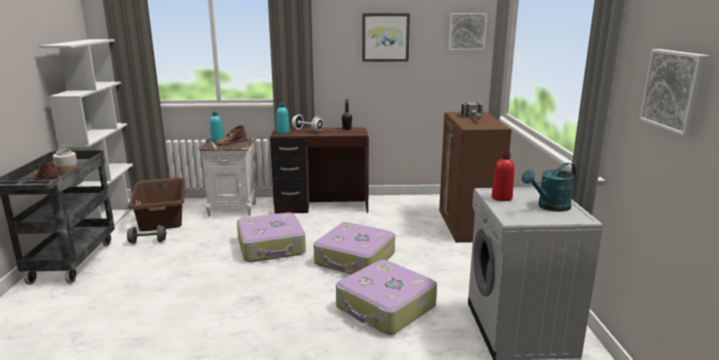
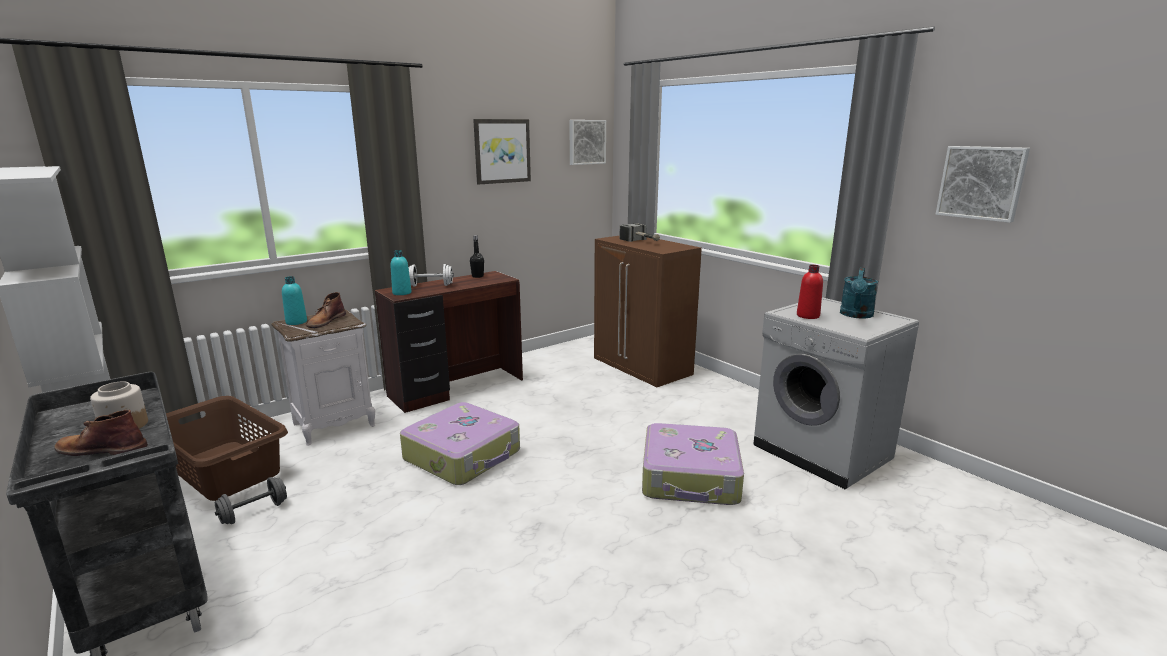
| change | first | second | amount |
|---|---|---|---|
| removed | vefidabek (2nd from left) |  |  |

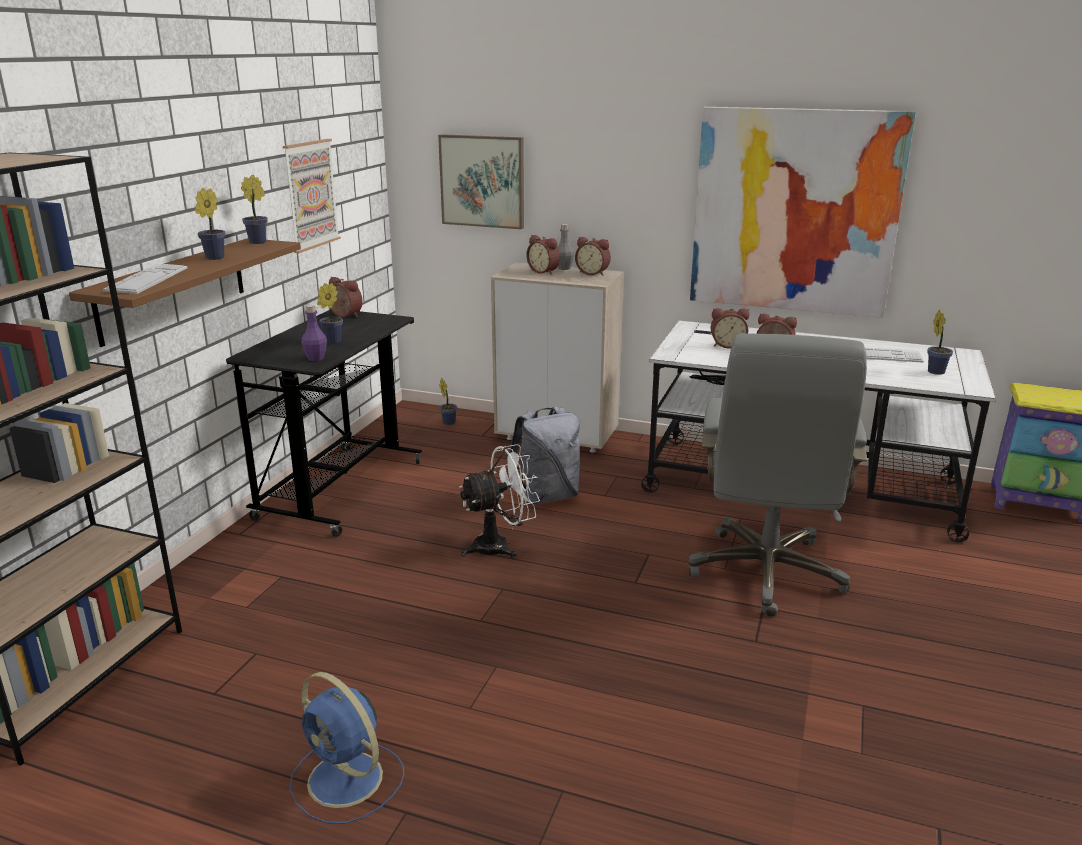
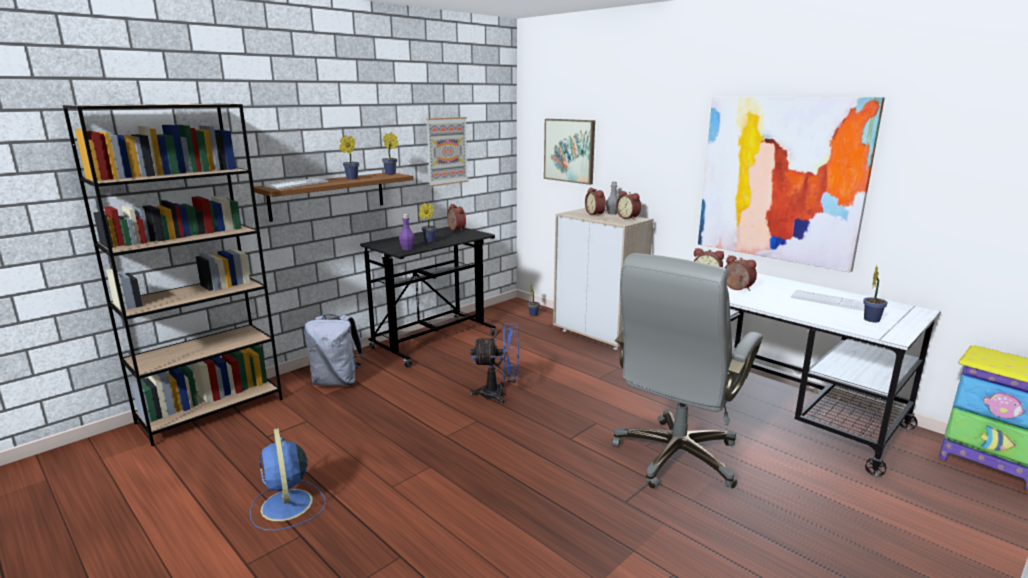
| change | first | second | amount |
|---|---|---|---|
| moved | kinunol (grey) |  |  |
| recoloured | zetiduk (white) | zetiduk (blue) (2nd from left) |  |

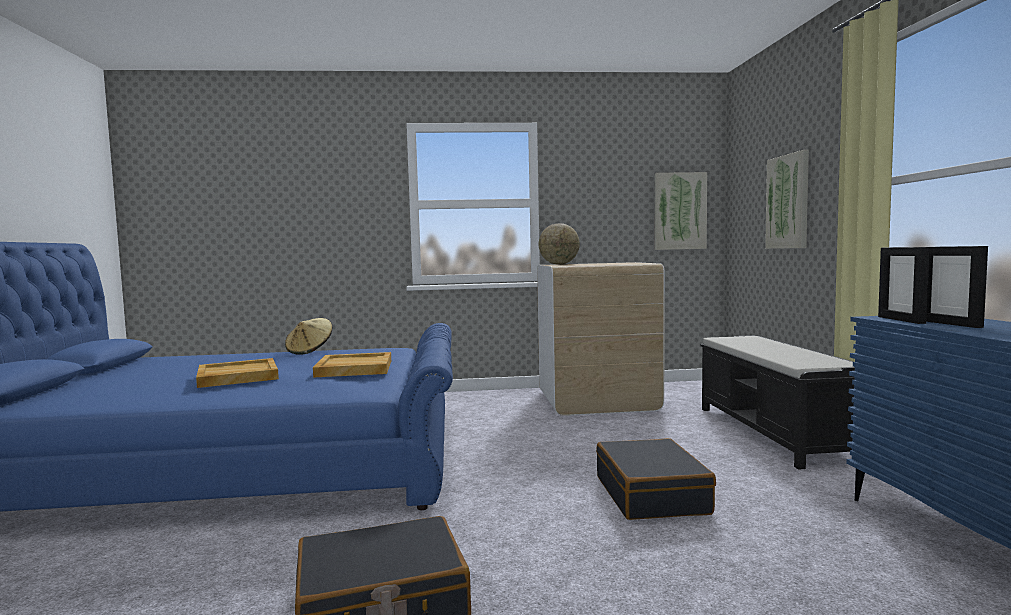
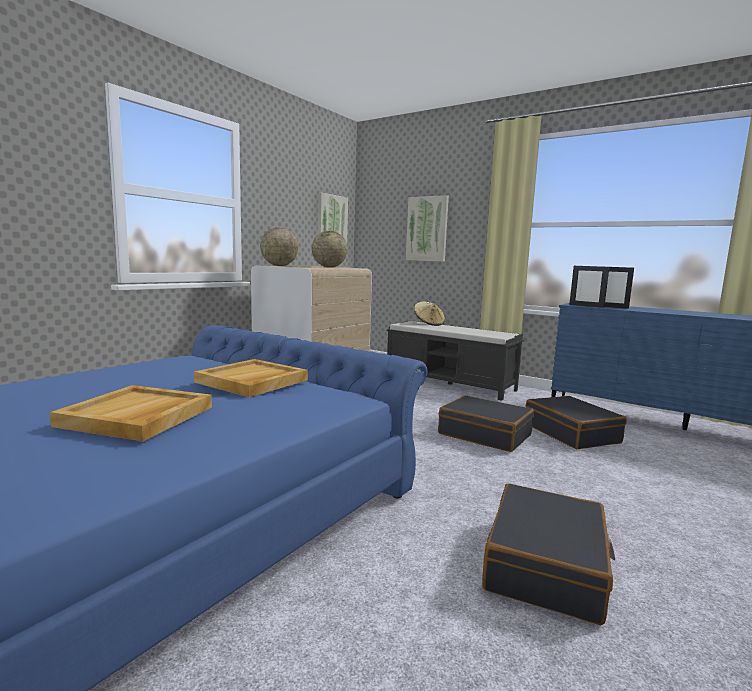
| change | first | second | amount |
|---|---|---|---|
| moved | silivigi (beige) |  |  |
| added |  | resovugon (2nd from left) |  |
| added |  | vefidabek (black) (3rd from left) |  |

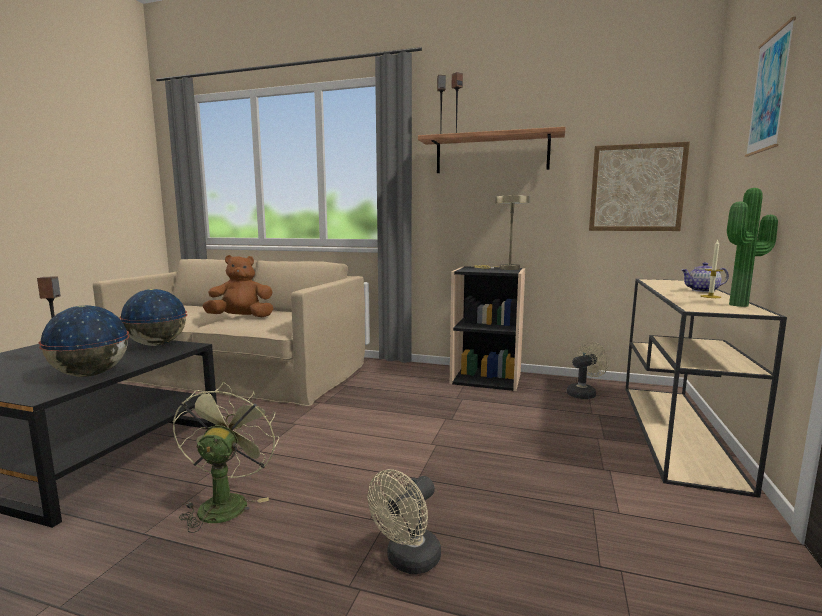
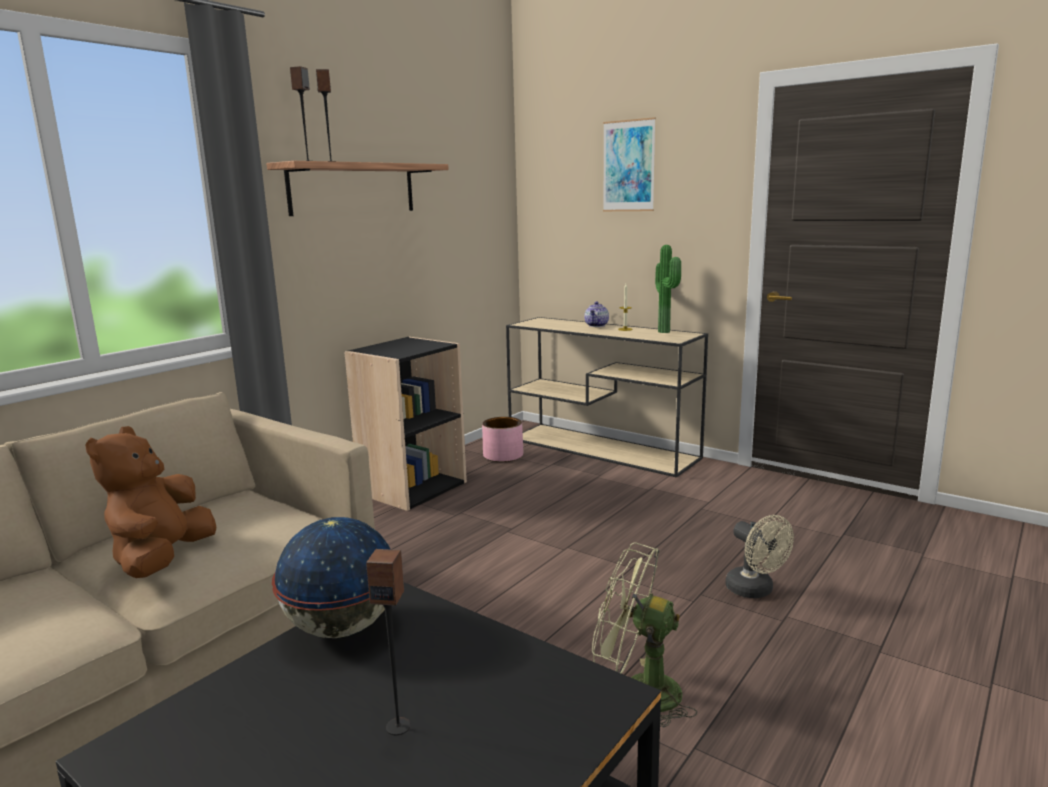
| change | first | second | amount |
|---|---|---|---|
| removed | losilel (1st from left) |  |  |
| removed | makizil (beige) |  |  |
| removed | resovugon (1st from left) |  |  |
| replaced | zetiduk (beige) (2nd from left) | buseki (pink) |  |

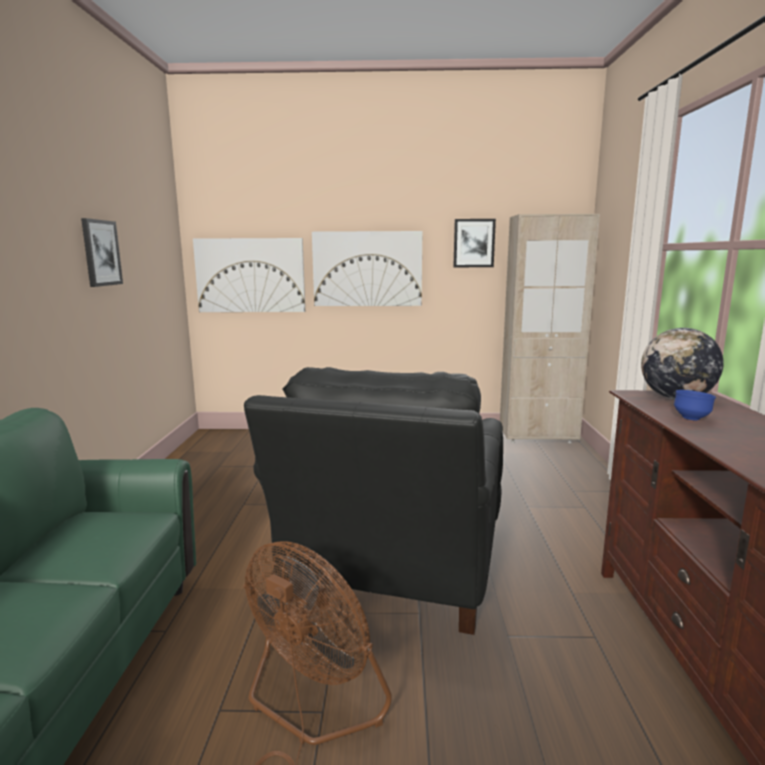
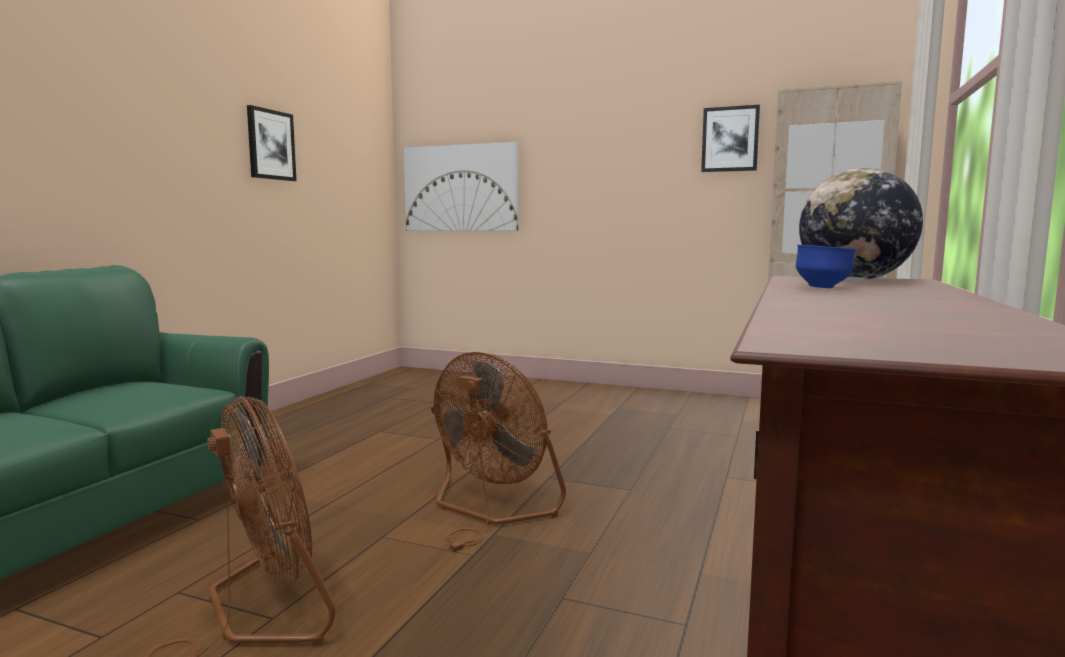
| change | first | second | amount |
|---|---|---|---|
| removed | losilel (3rd from left) |  |  |
| replaced | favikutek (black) | zetiduk (brown) (2nd from left) |  |

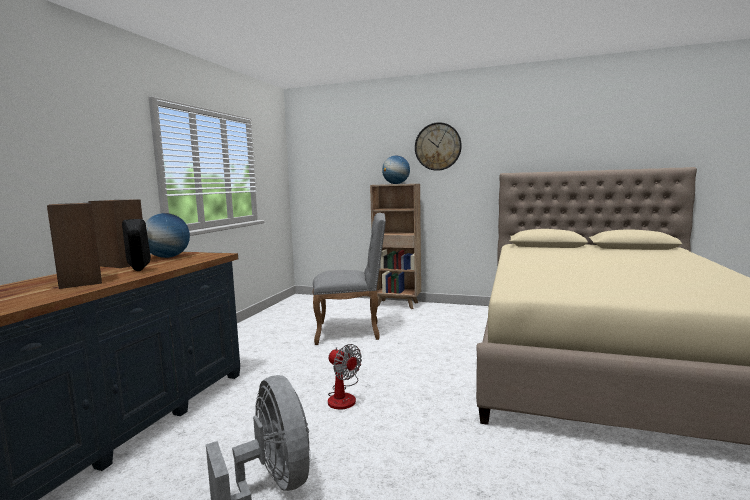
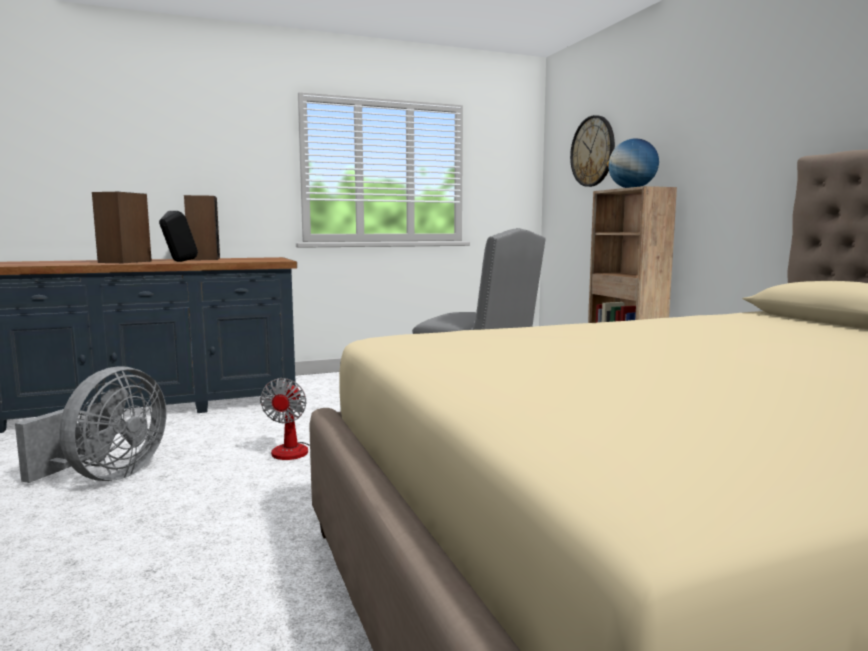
| change | first | second | amount |
|---|---|---|---|
| moved | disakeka |  |  |
| removed | resovugon (1st from left) |  |  |

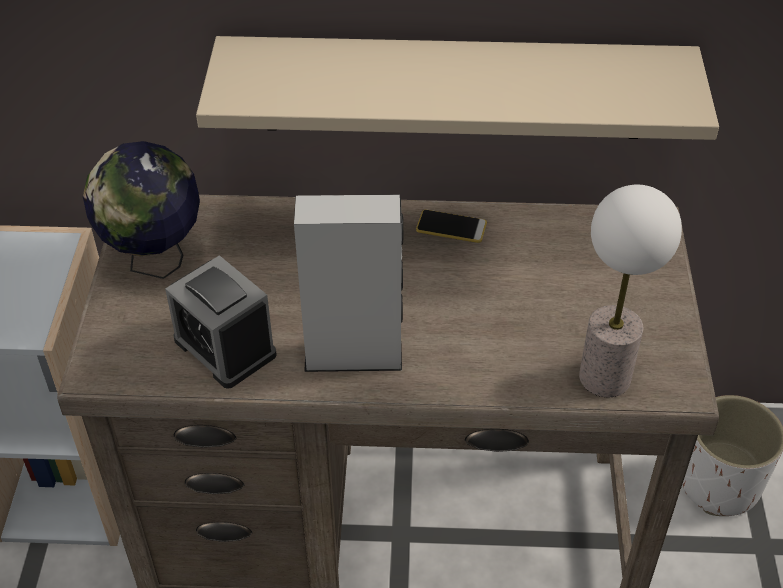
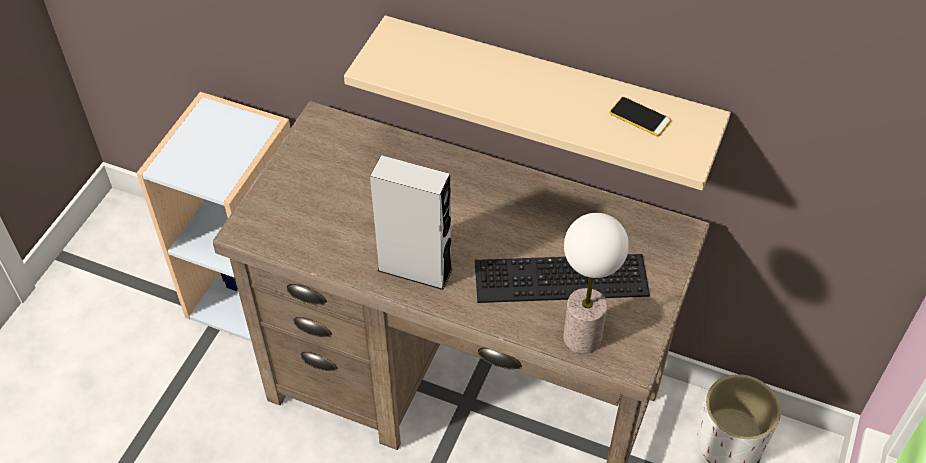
| change | first | second | amount |
|---|---|---|---|
| removed | resovugon |  |  |
| moved | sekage |  |  |
| removed | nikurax |  |  |
| added |  | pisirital |  |

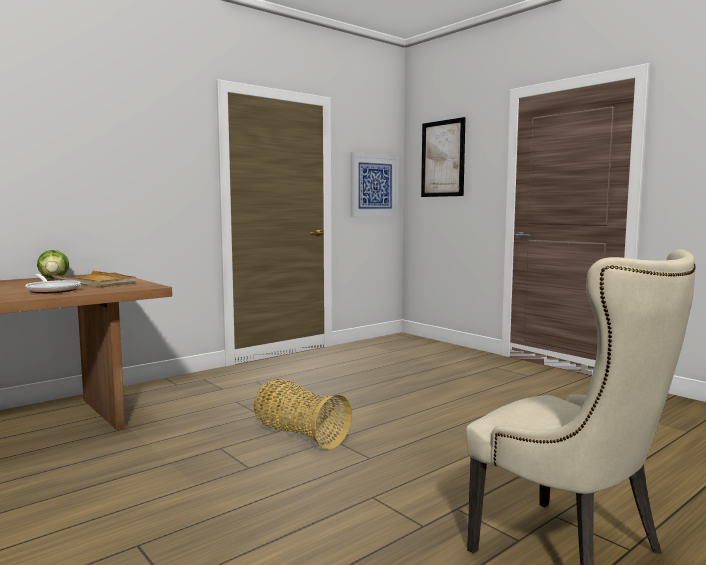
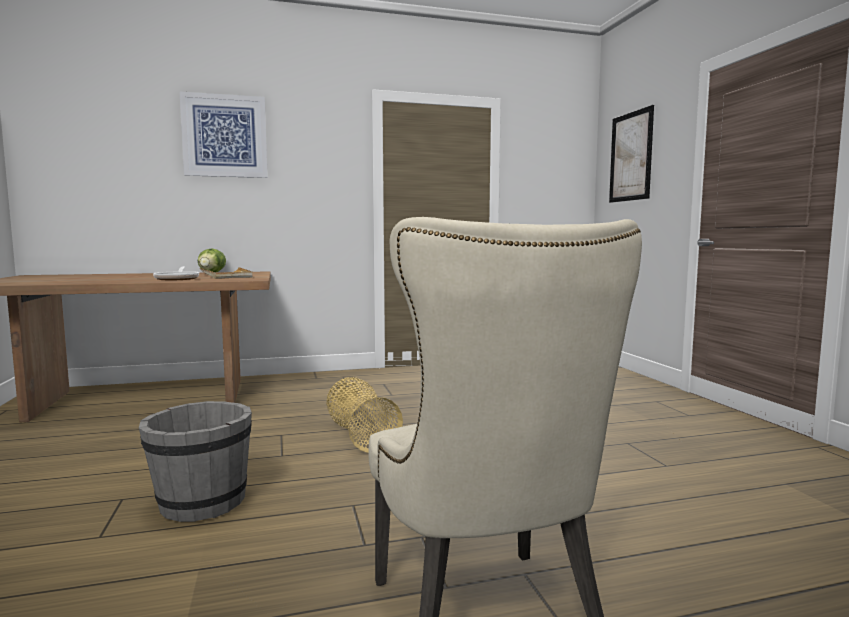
| change | first | second | amount |
|---|---|---|---|
| moved | losilel (1st from left) |  |  |
| added |  | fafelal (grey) |  |

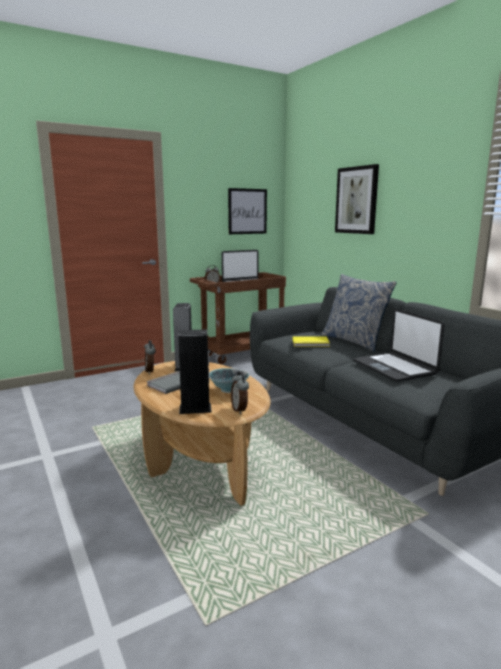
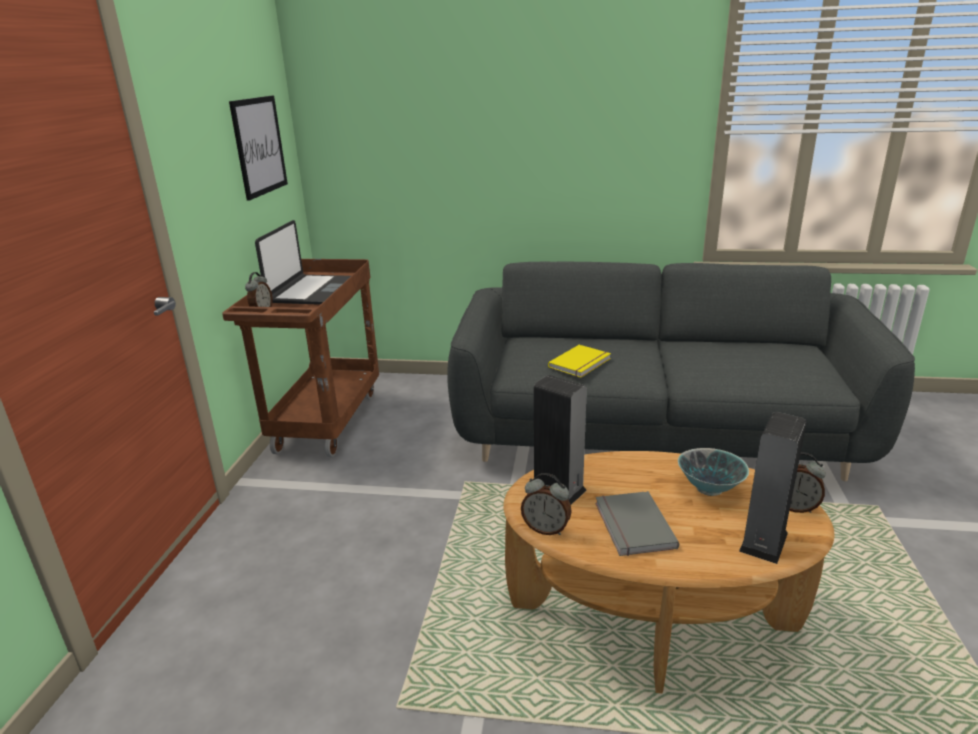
| change | first | second | amount |
|---|---|---|---|
| removed | losilel (2nd from left) |  |  |
| removed | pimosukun |  |  |
| removed | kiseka (2nd from left) |  |  |

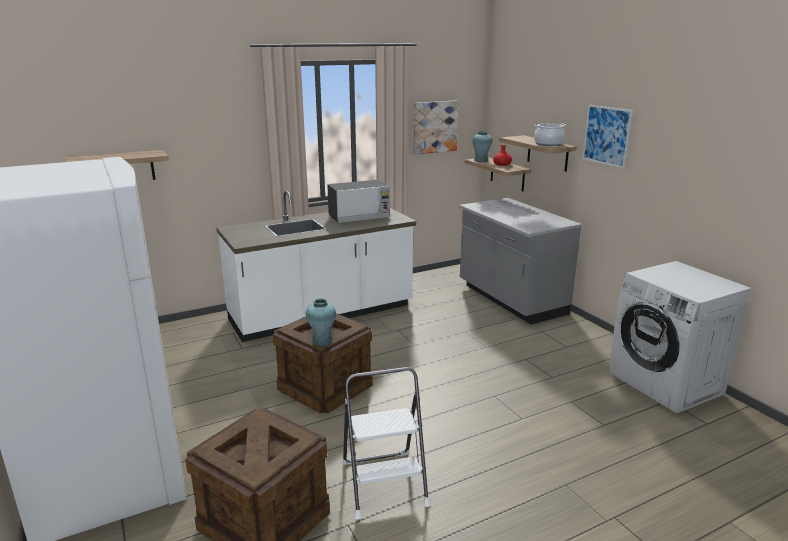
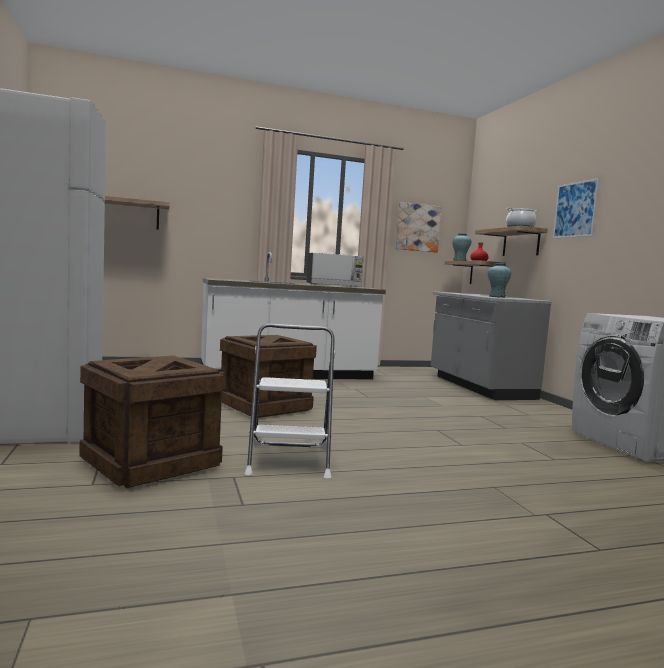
| change | first | second | amount |
|---|---|---|---|
| moved | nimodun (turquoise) (1st from left in the first image) | nimodun (turquoise) (2nd from left) |  |

